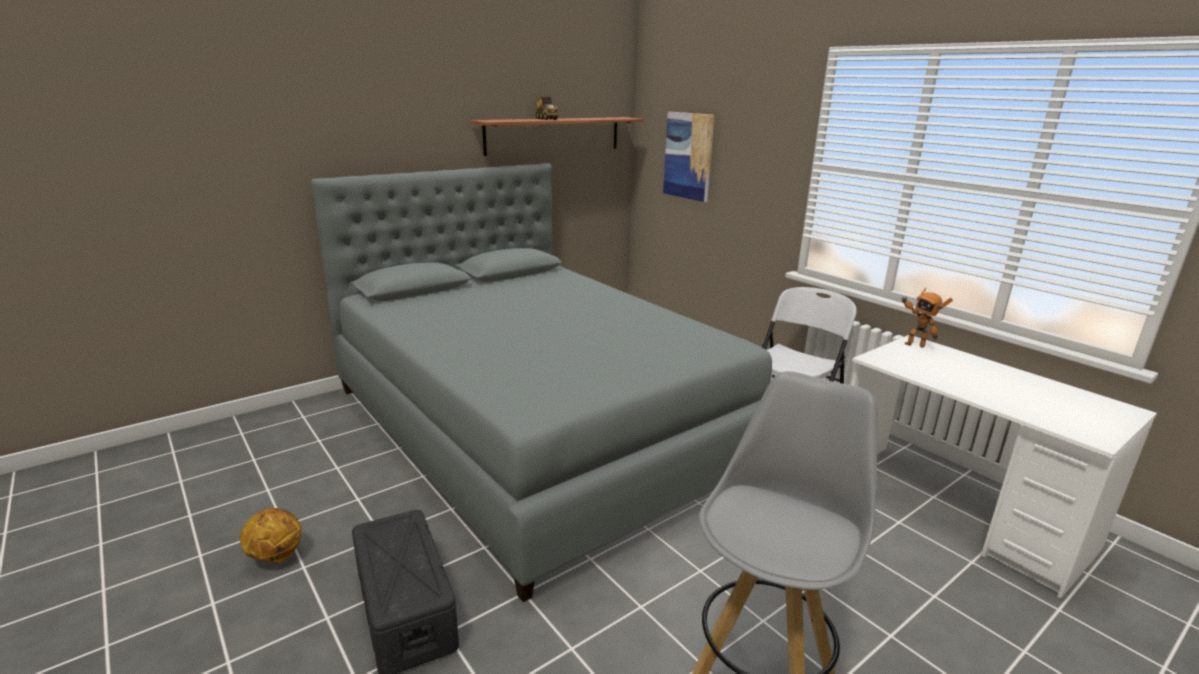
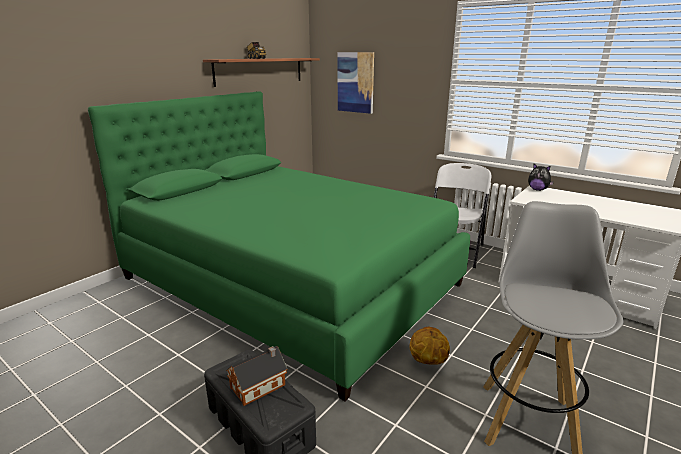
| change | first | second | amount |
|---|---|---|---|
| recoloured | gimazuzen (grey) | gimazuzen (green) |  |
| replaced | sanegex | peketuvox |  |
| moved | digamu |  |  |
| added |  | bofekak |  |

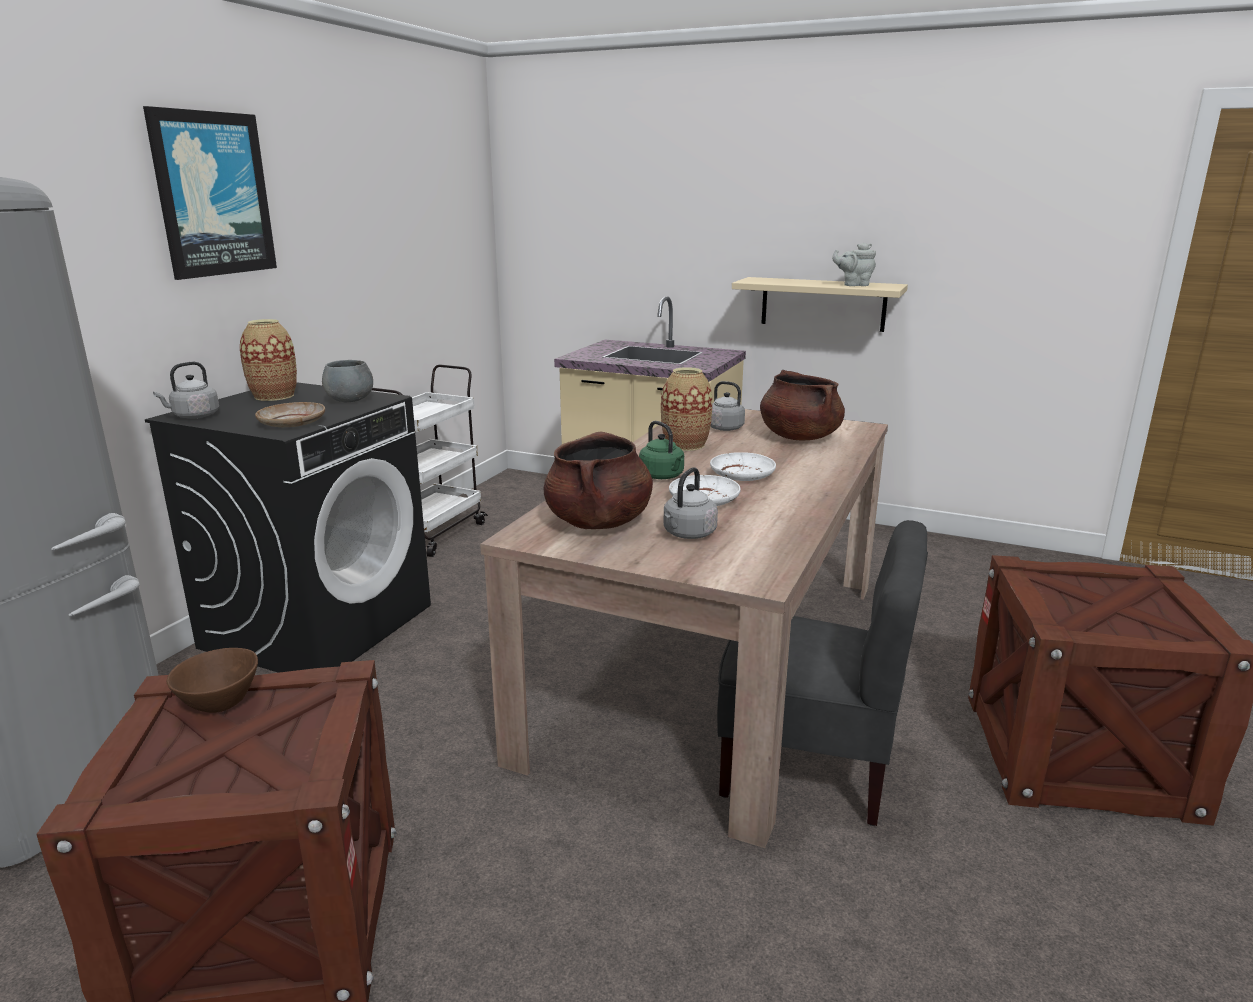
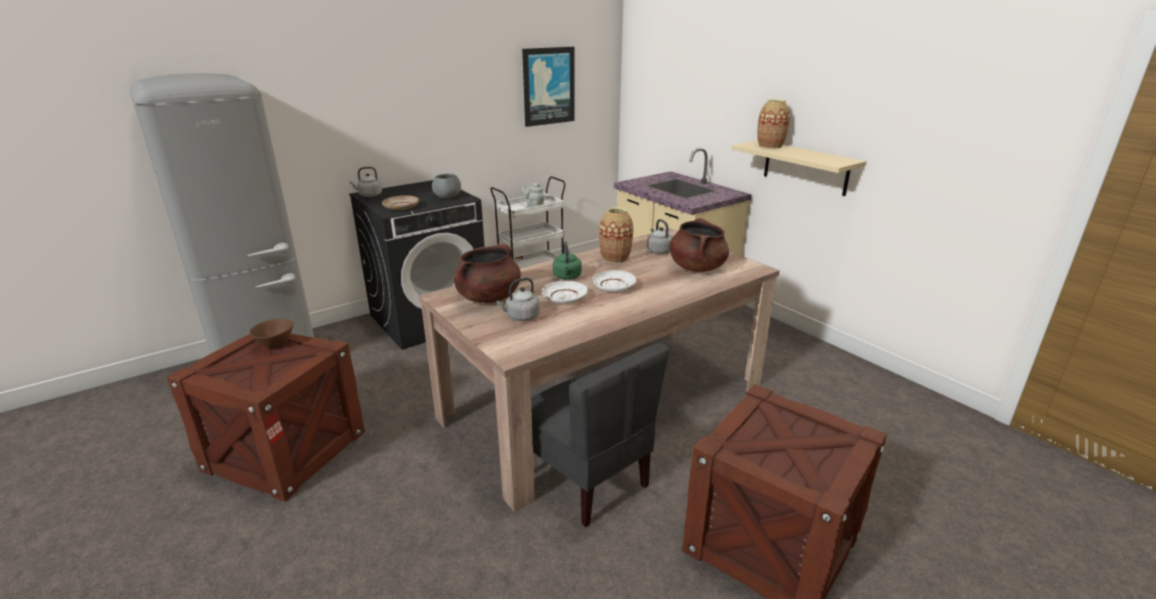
| change | first | second | amount |
|---|---|---|---|
| moved | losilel |  |  |
| moved | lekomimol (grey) |  |  |
| moved | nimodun (1st from left in the first image) | nimodun (2nd from left) |  |

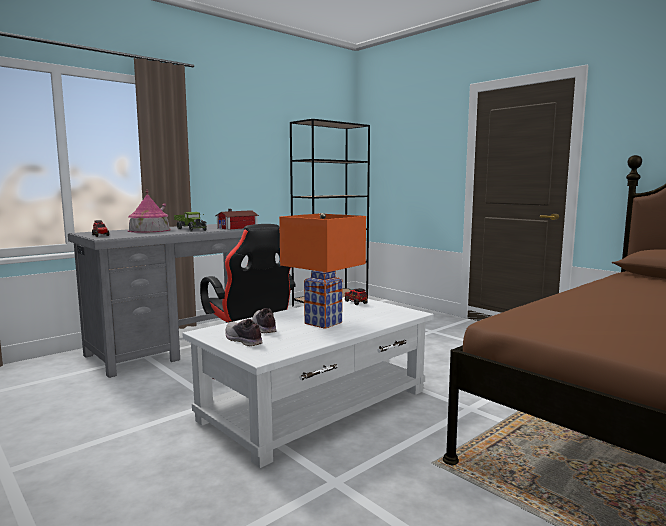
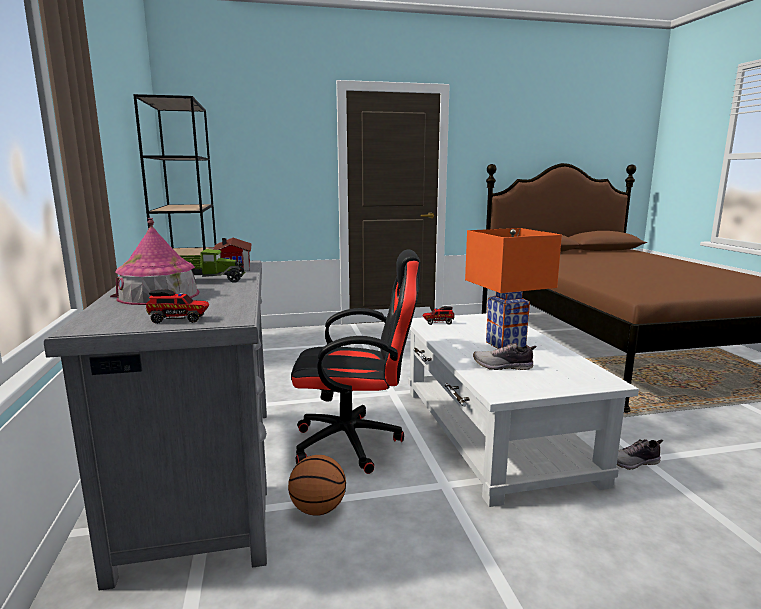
| change | first | second | amount |
|---|---|---|---|
| moved | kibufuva (1st from left in the first image) | kibufuva (2nd from left) |  |
| added |  | digamu |  |

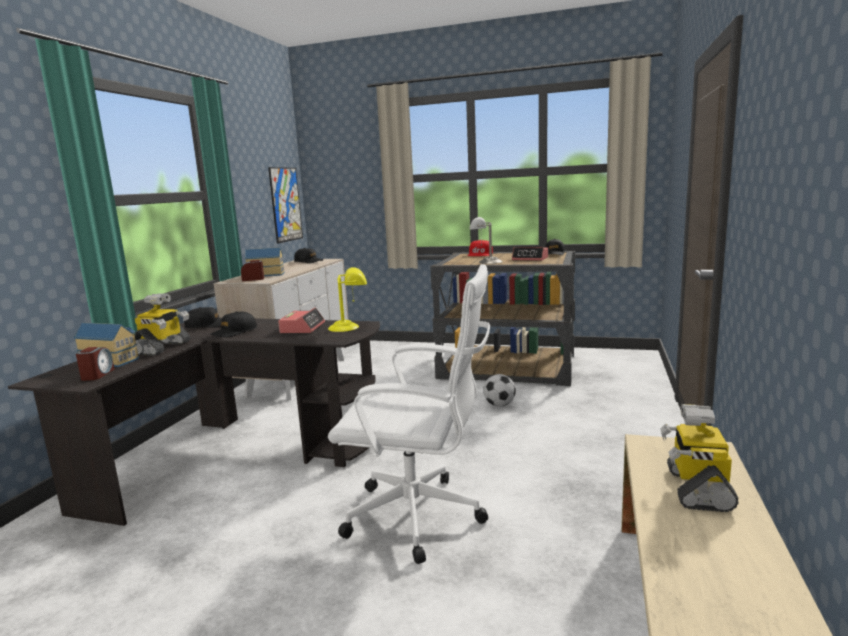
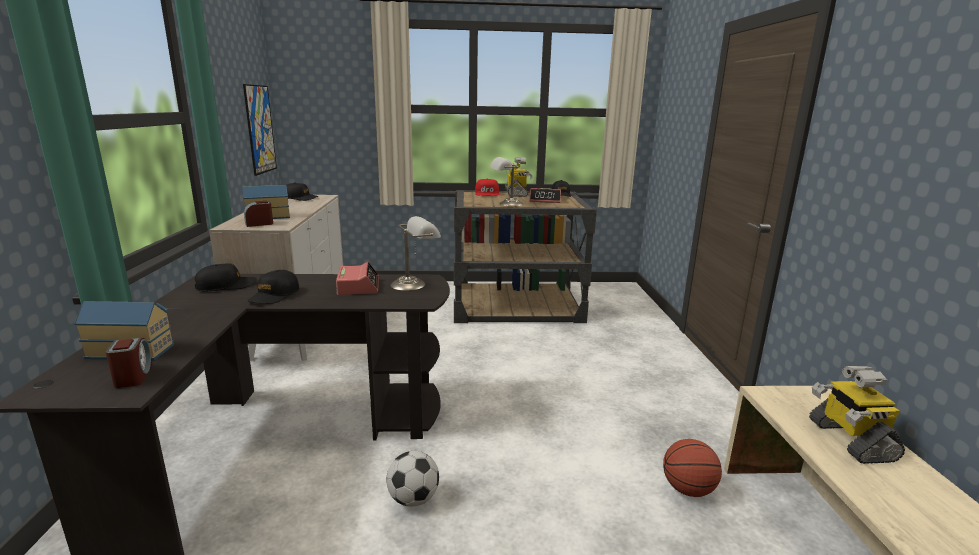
| change | first | second | amount |
|---|---|---|---|
| removed | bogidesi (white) |  |  |
| recoloured | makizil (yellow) | makizil (white) (1st from left) |  |
| moved | sanegex (1st from left) |  |  |
| moved | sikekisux |  |  |
| added |  | digamu |  |

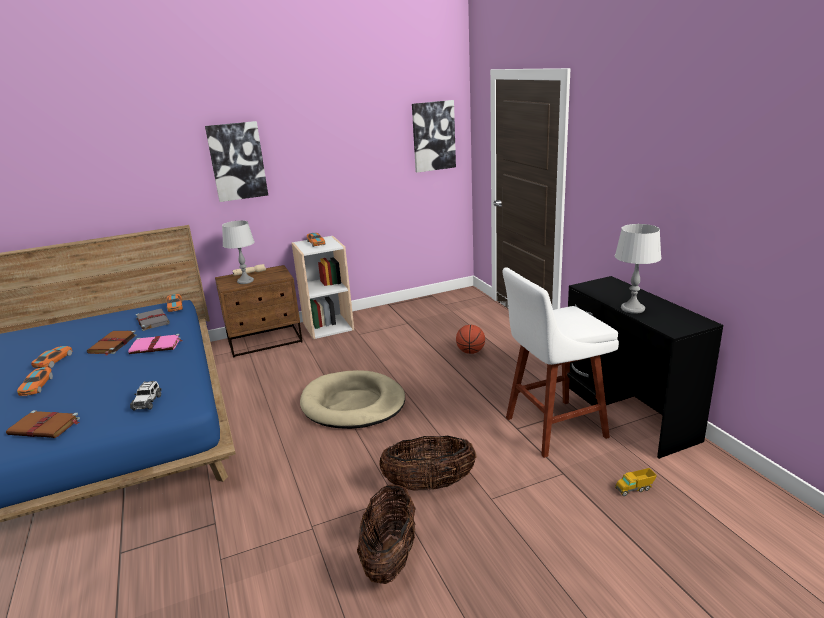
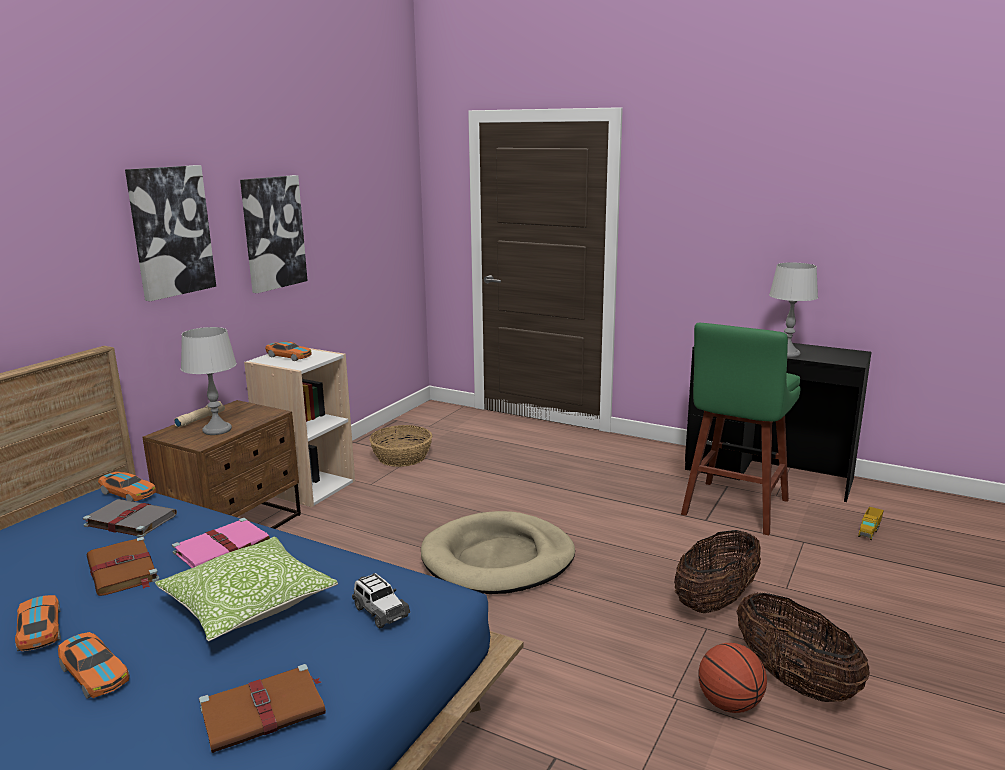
| change | first | second | amount |
|---|---|---|---|
| moved | losilel (2nd from left) |  |  |
| recoloured | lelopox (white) | lelopox (green) |  |
| moved | digamu |  |  |
| added |  | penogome (1st from left) |  |
| added |  | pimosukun |  |

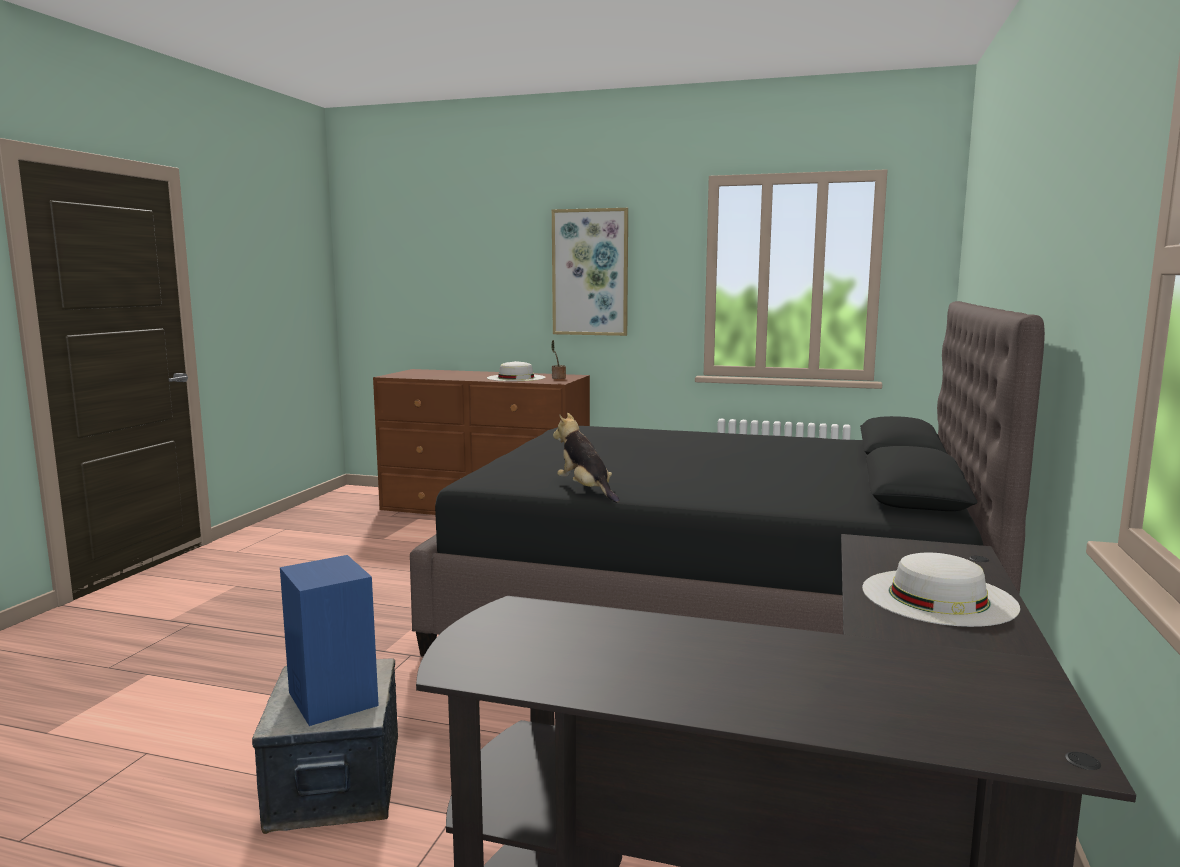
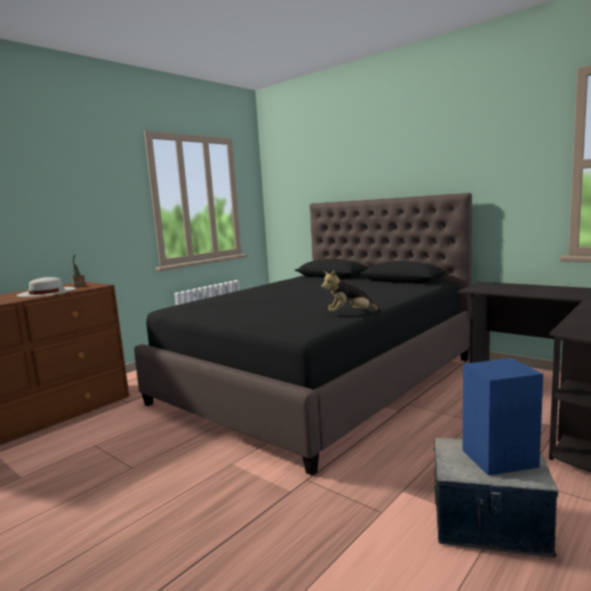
| change | first | second | amount |
|---|---|---|---|
| removed | losilel |  |  |
| removed | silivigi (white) (2nd from left) |  |  |

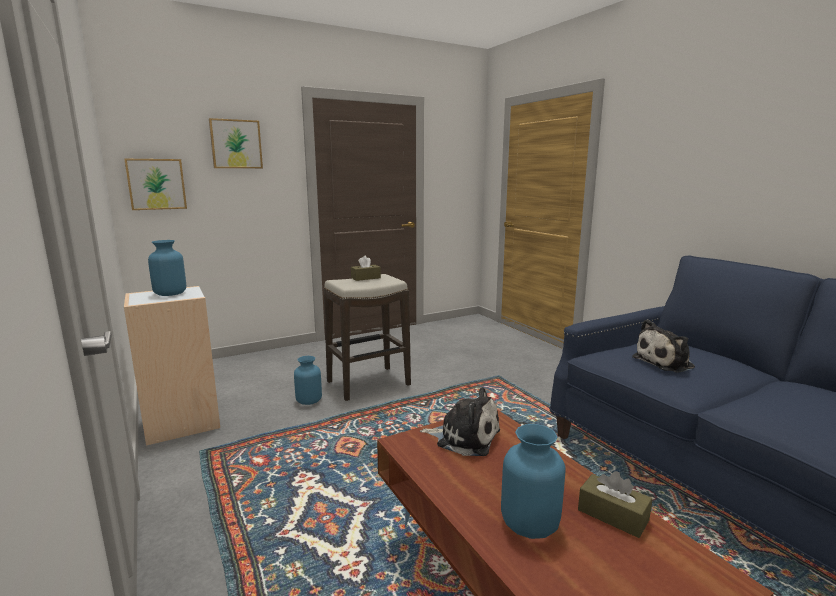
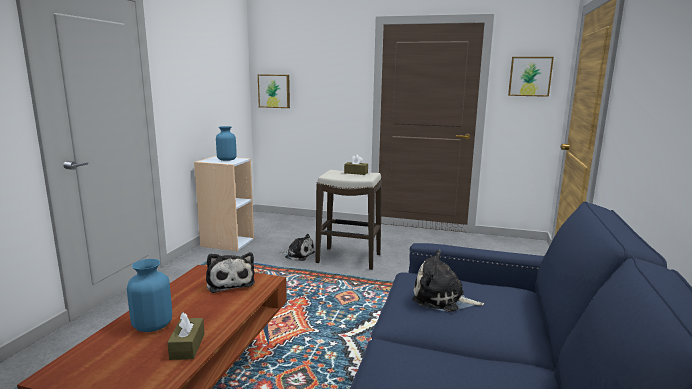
| change | first | second | amount |
|---|---|---|---|
| moved | losilel (2nd from left) |  |  |
| replaced | nimodun (blue) (2nd from left) | peketuvox (2nd from left) |  |

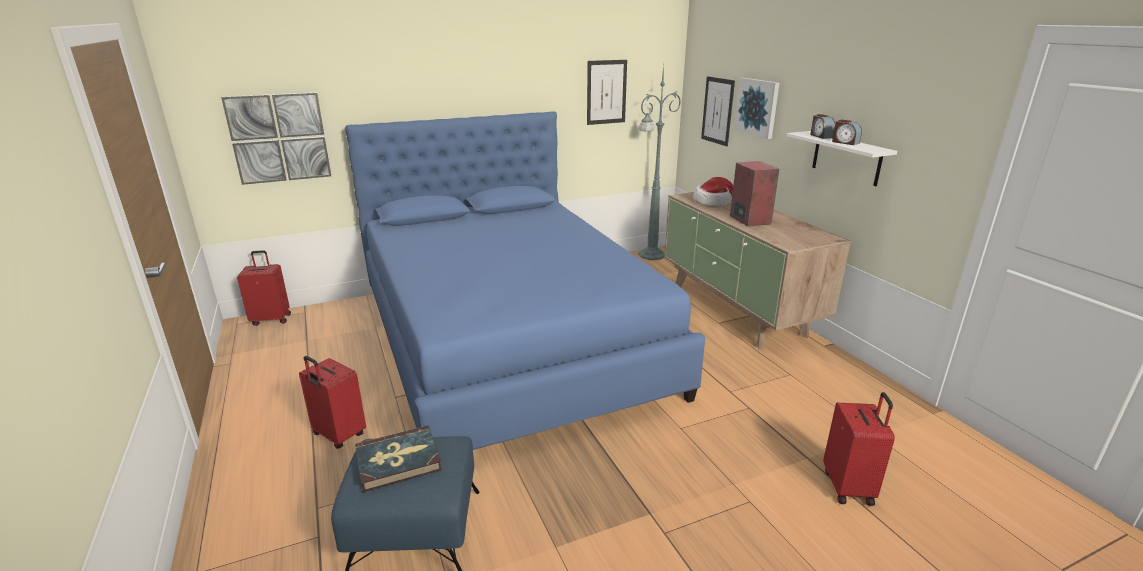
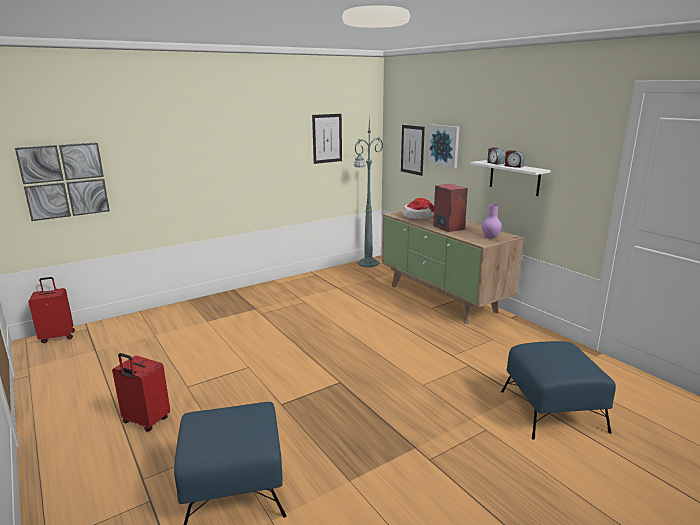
| change | first | second | amount |
|---|---|---|---|
| removed | gimazuzen (blue) |  |  |
| replaced | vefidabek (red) (3rd from left) | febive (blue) (2nd from left) |  |
| removed | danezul |  |  |
| added |  | nimodun (purple) |  |

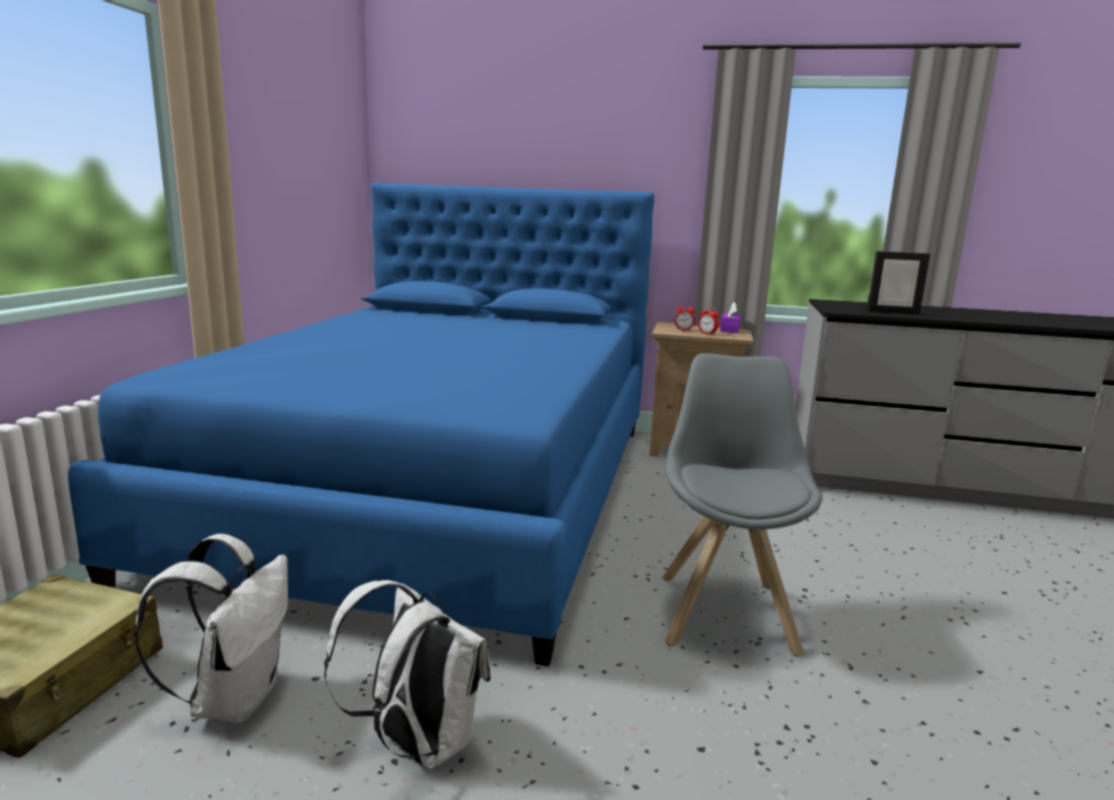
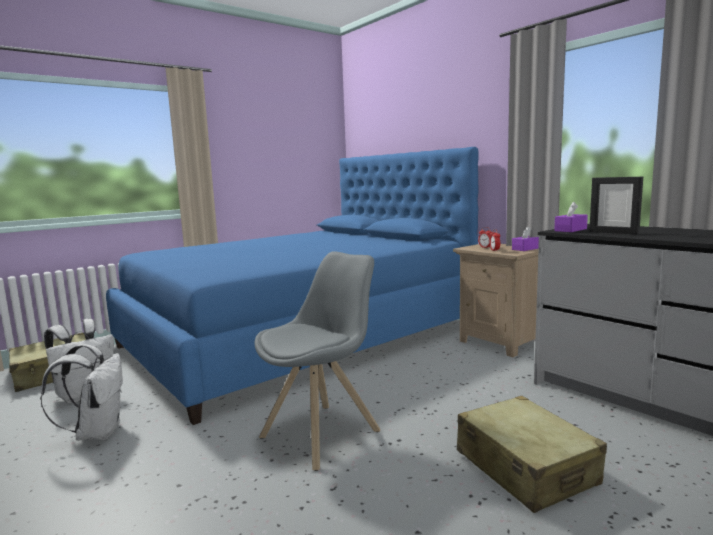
| change | first | second | amount |
|---|---|---|---|
| added |  | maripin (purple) (2nd from left) |  |
| added |  | vefidabek (beige) (2nd from left) |  |

